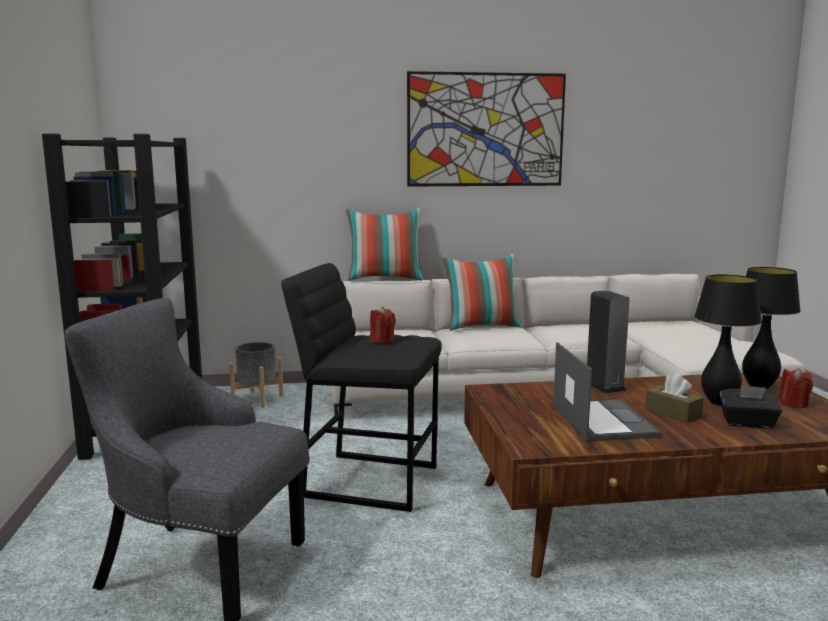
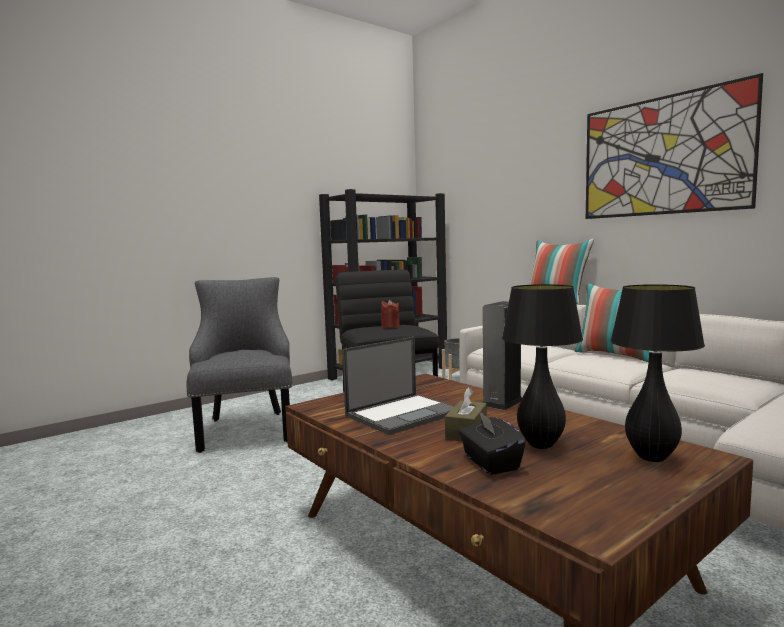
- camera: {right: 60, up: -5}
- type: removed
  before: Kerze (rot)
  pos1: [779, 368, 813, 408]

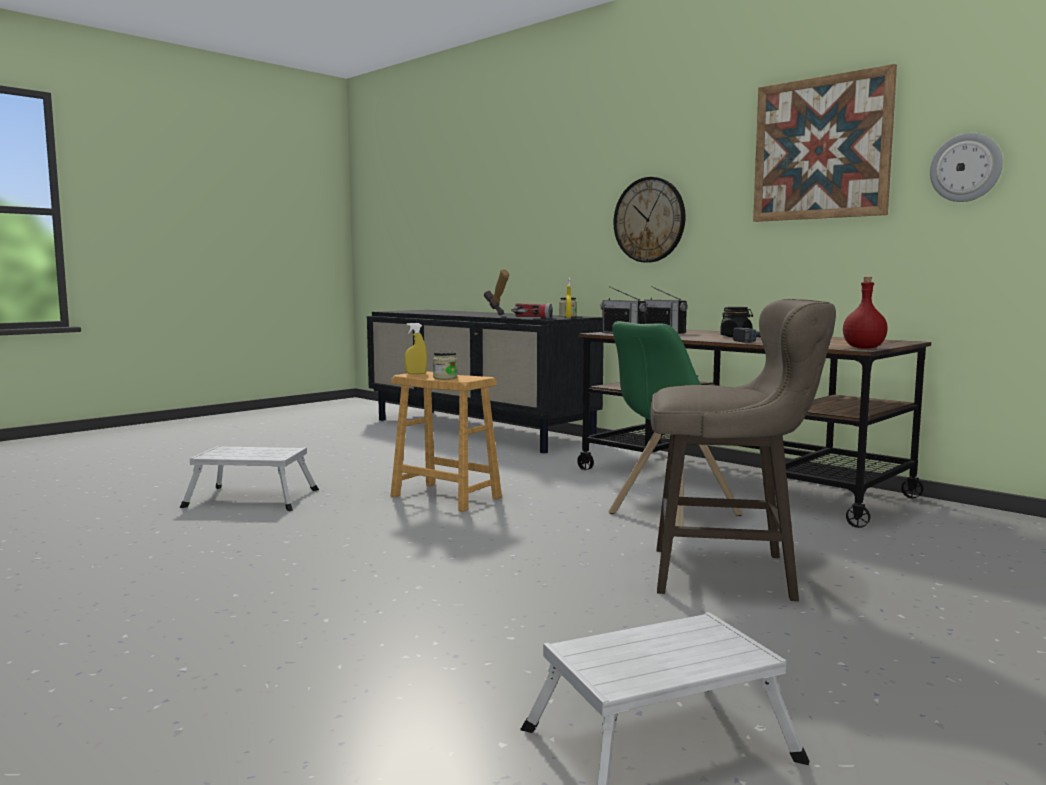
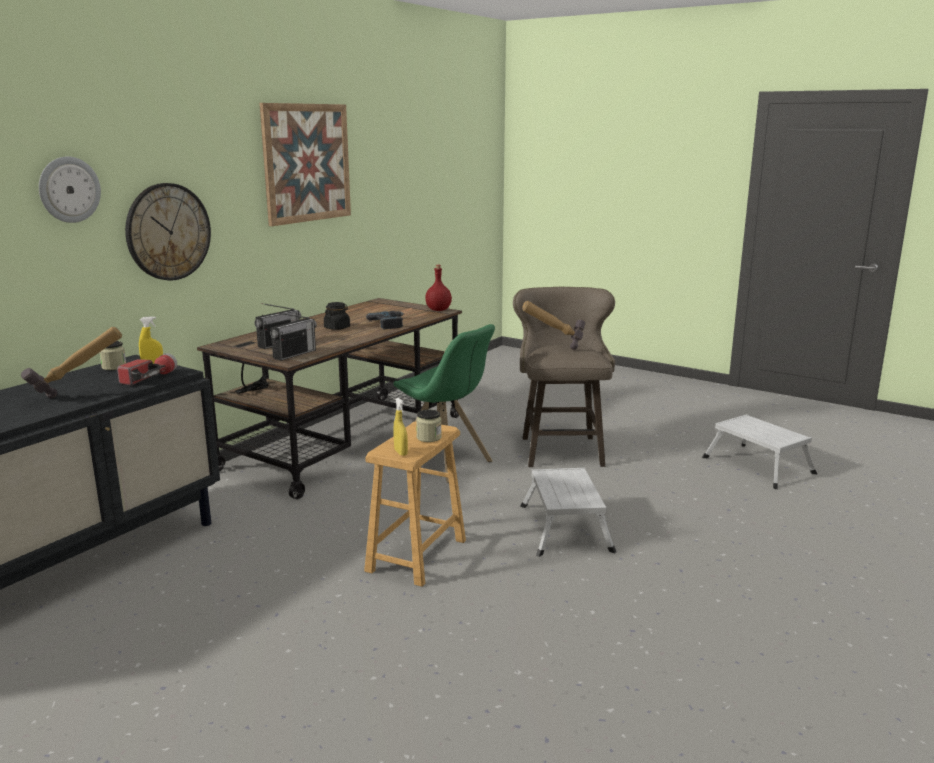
- camera: {right: -100, up: 10}
- type: moved
  before: Trittleiter (weiß)
  pos1: [180, 446, 319, 511]
  pos2: [520, 468, 616, 557]
- type: moved
  before: Wanduhr
  pos1: [930, 133, 1003, 202]
  pos2: [39, 156, 101, 223]
- type: added
  after: Hammer
  pos2: [522, 301, 586, 350]

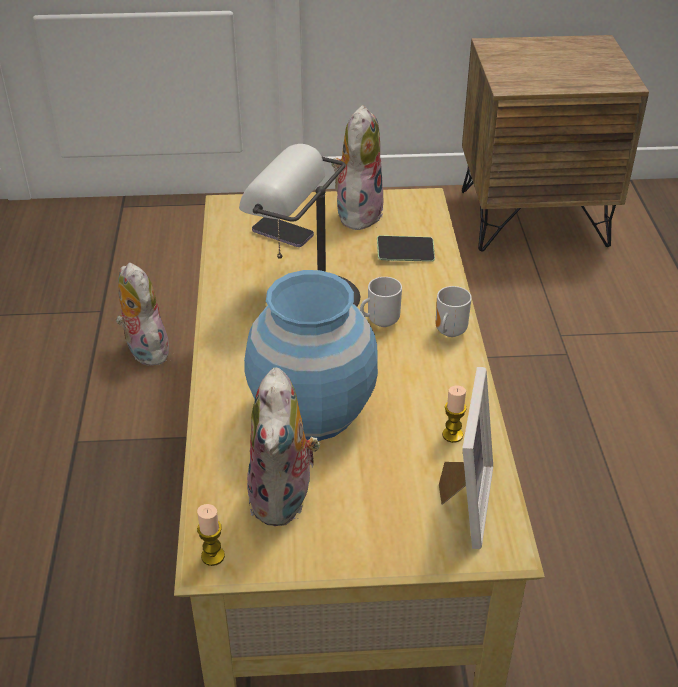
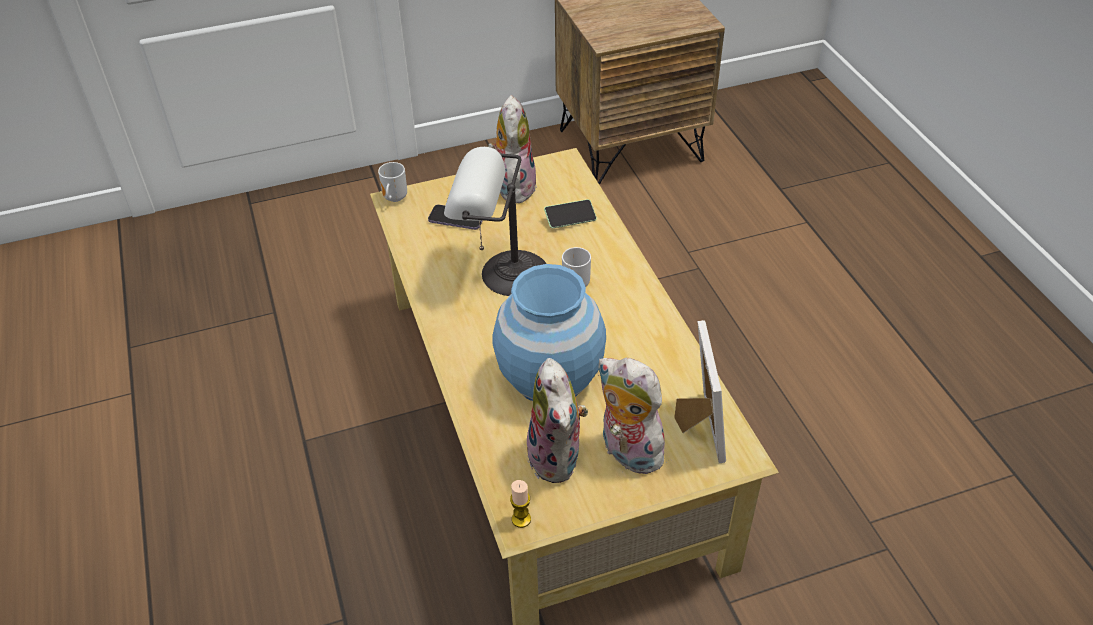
- camera: {right: -15, up: 5}
- type: moved
  before: Plüschtier
  pos1: [116, 262, 170, 366]
  pos2: [599, 358, 668, 474]
- type: moved
  before: Henkelbecher
  pos1: [436, 286, 472, 337]
  pos2: [378, 162, 407, 202]
- type: removed
  before: Kerze
  pos1: [442, 386, 467, 443]

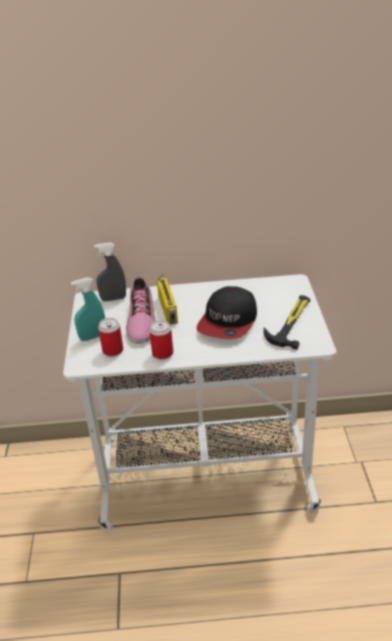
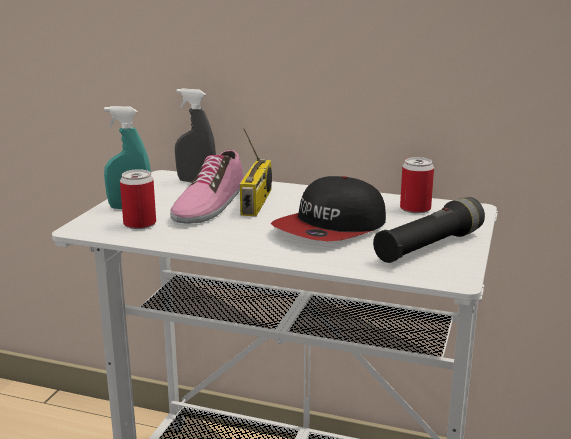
- camera: {right: 20, up: -15}
- type: moved
  before: Dose
  pos1: [149, 320, 173, 359]
  pos2: [400, 157, 434, 214]
- type: replaced
  before: Hammer
  after: Taschenlampe (schwarz)
  pos1: [263, 295, 310, 350]
  pos2: [373, 197, 485, 263]

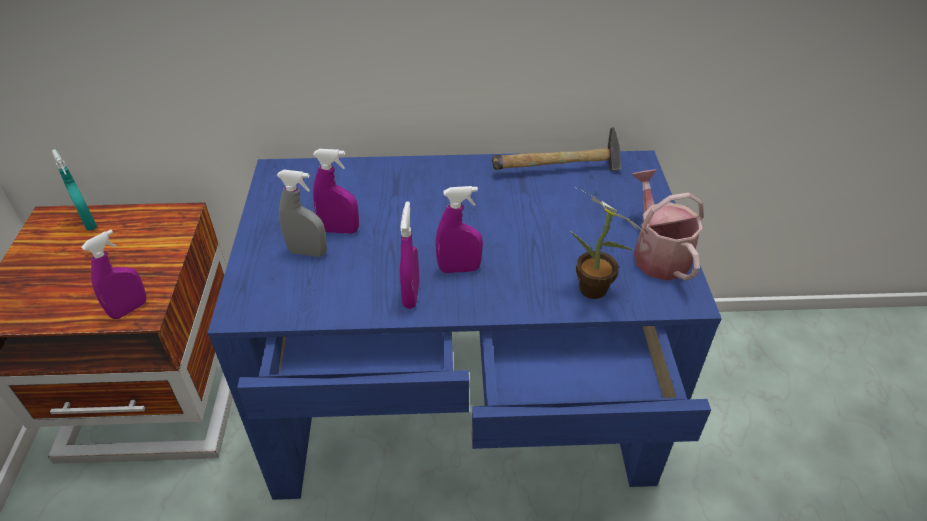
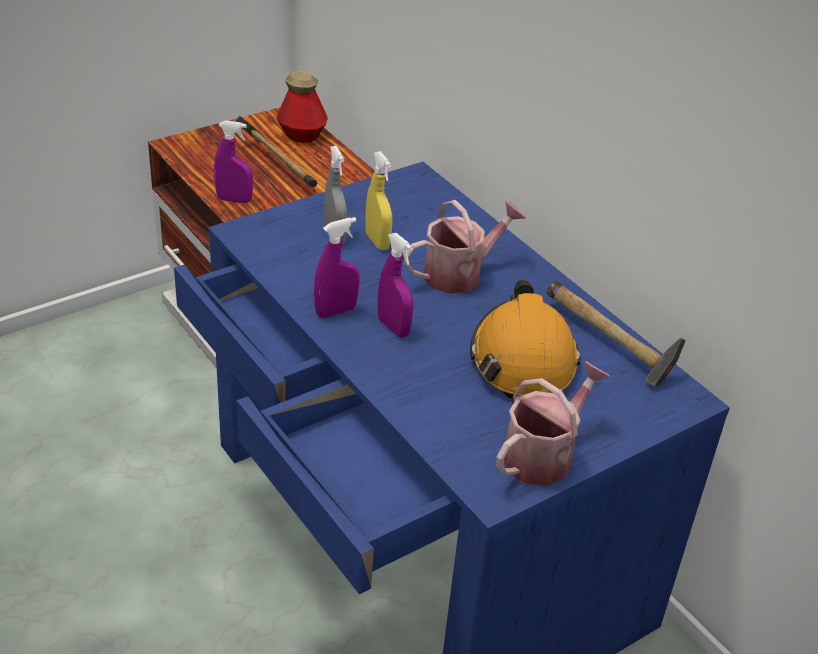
- camera: {right: 55, up: -5}
- type: replaced
  before: Sprühflasche (türkis)
  after: Flasche
  pos1: [52, 149, 97, 231]
  pos2: [276, 71, 328, 143]
- type: recoloured
  before: Sprühflasche (lila)
  after: Sprühflasche (gelb)
  pos1: [313, 149, 359, 234]
  pos2: [365, 151, 392, 250]
- type: removed
  before: Topfpflanze
  pos1: [570, 189, 643, 299]
- type: added
  after: Hammer
  pos2: [235, 115, 317, 188]
- type: added
  after: Gießkanne
  pos2: [404, 200, 526, 294]
- type: added
  after: Schutzhelm (orange)
  pos2: [470, 280, 581, 399]

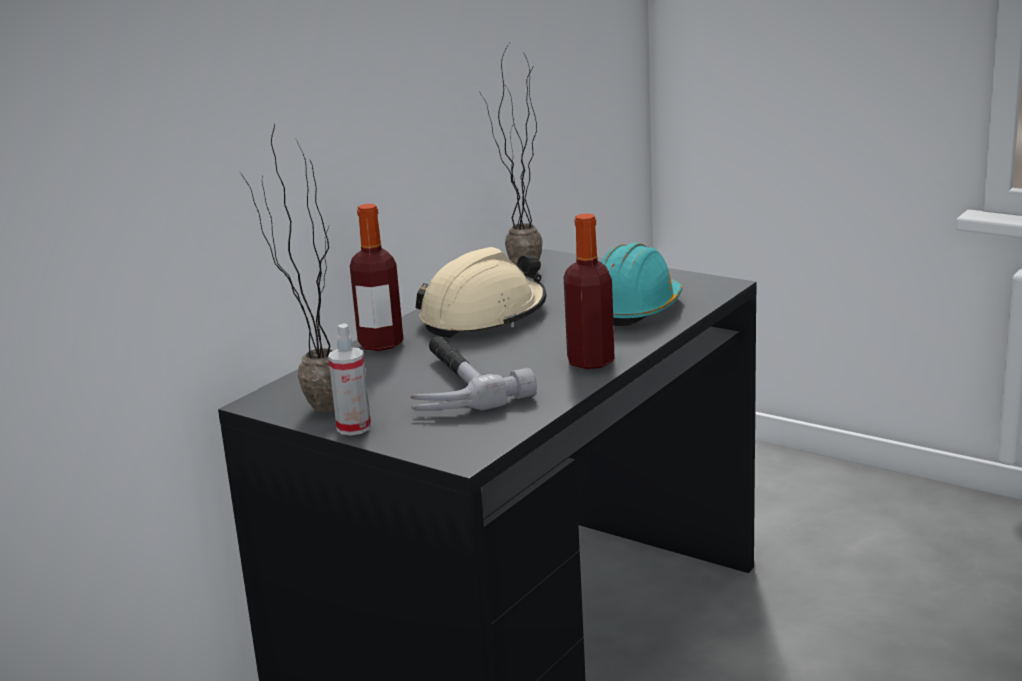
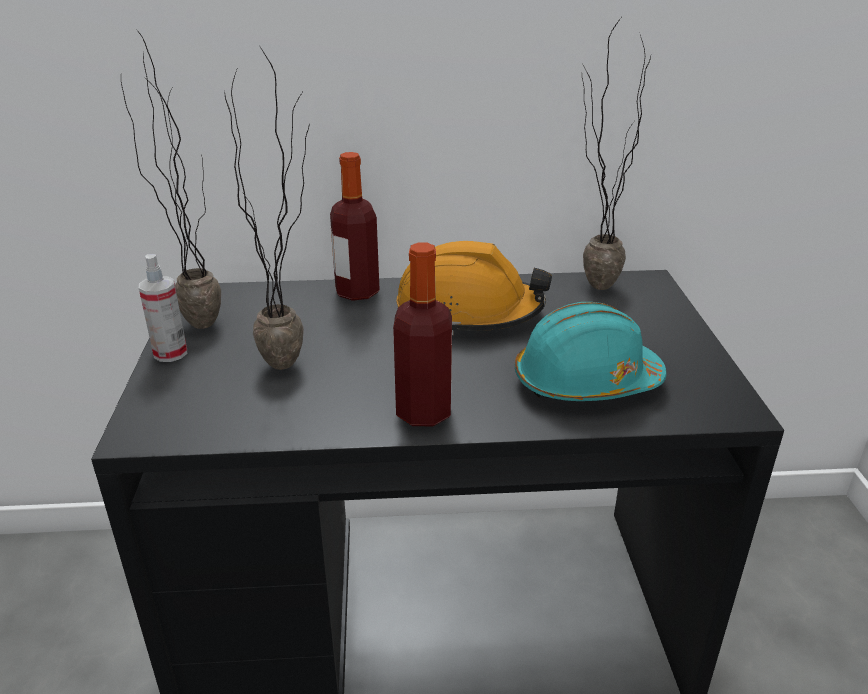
- camera: {right: 50, up: 10}
- type: replaced
  before: Hammer
  after: Topfpflanze
  pos1: [410, 336, 537, 410]
  pos2: [224, 47, 309, 370]
- type: recoloured
  before: Schutzhelm (beige)
  after: Schutzhelm (orange)
  pos1: [415, 247, 546, 338]
  pos2: [396, 241, 552, 335]

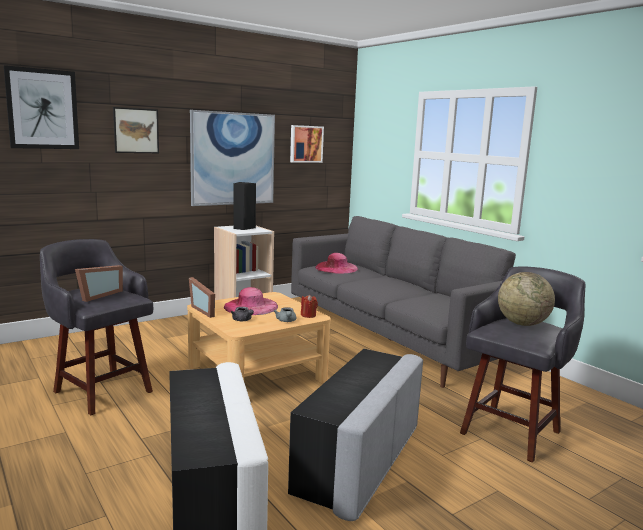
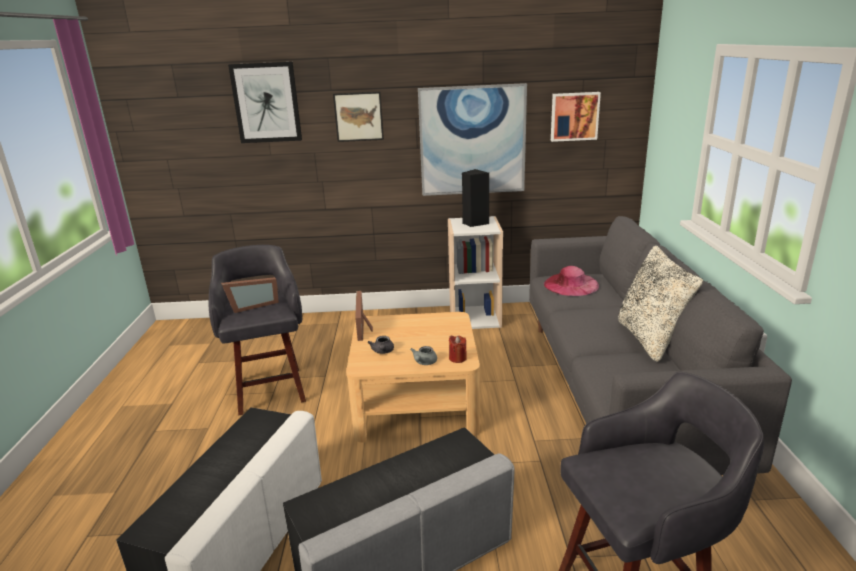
- camera: {right: 35, up: 10}
- type: removed
  before: Hut (rosa)
  pos1: [224, 287, 278, 315]
- type: removed
  before: Globus
  pos1: [498, 272, 555, 326]
- type: added
  after: Kissen (beige)
  pos2: [618, 246, 703, 362]

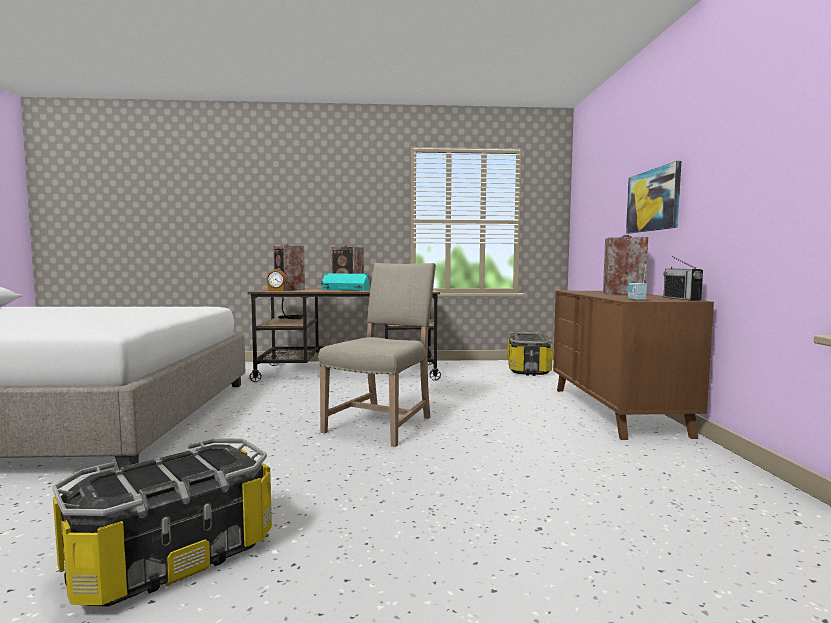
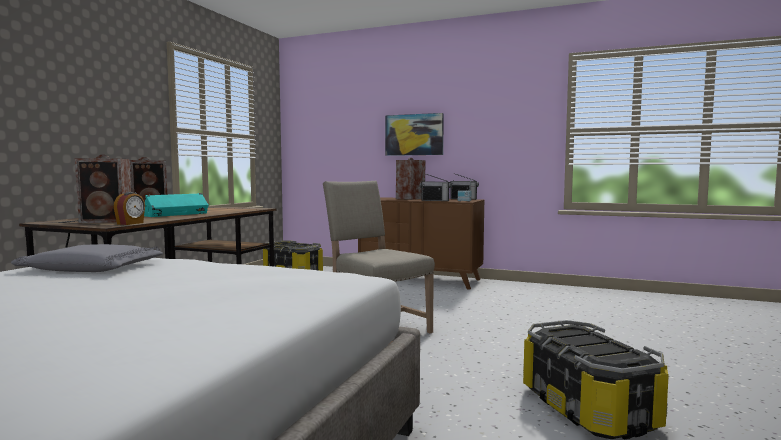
- camera: {right: -65, up: 0}
- type: added
  after: Kissen (grau)
  pos2: [11, 244, 163, 272]
- type: added
  after: Radio
  pos2: [420, 174, 451, 201]

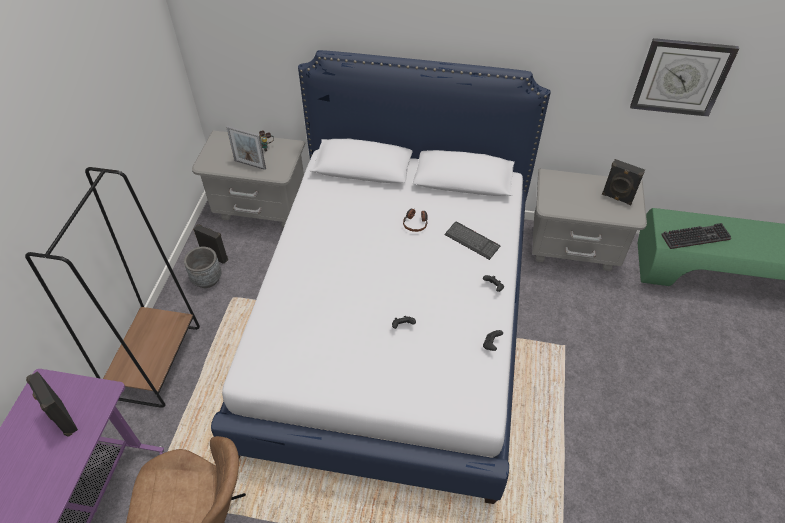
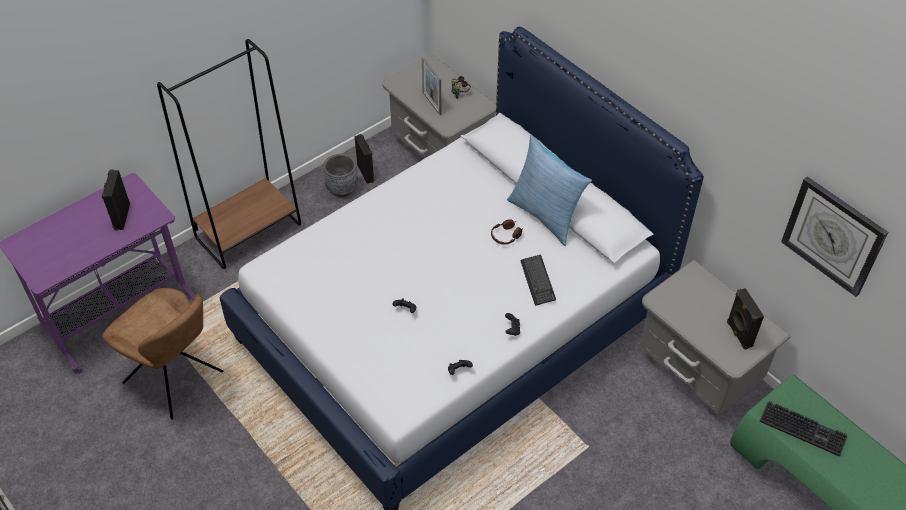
- camera: {right: 40, up: 0}
- type: added
  after: Kissen
  pos2: [507, 135, 592, 246]

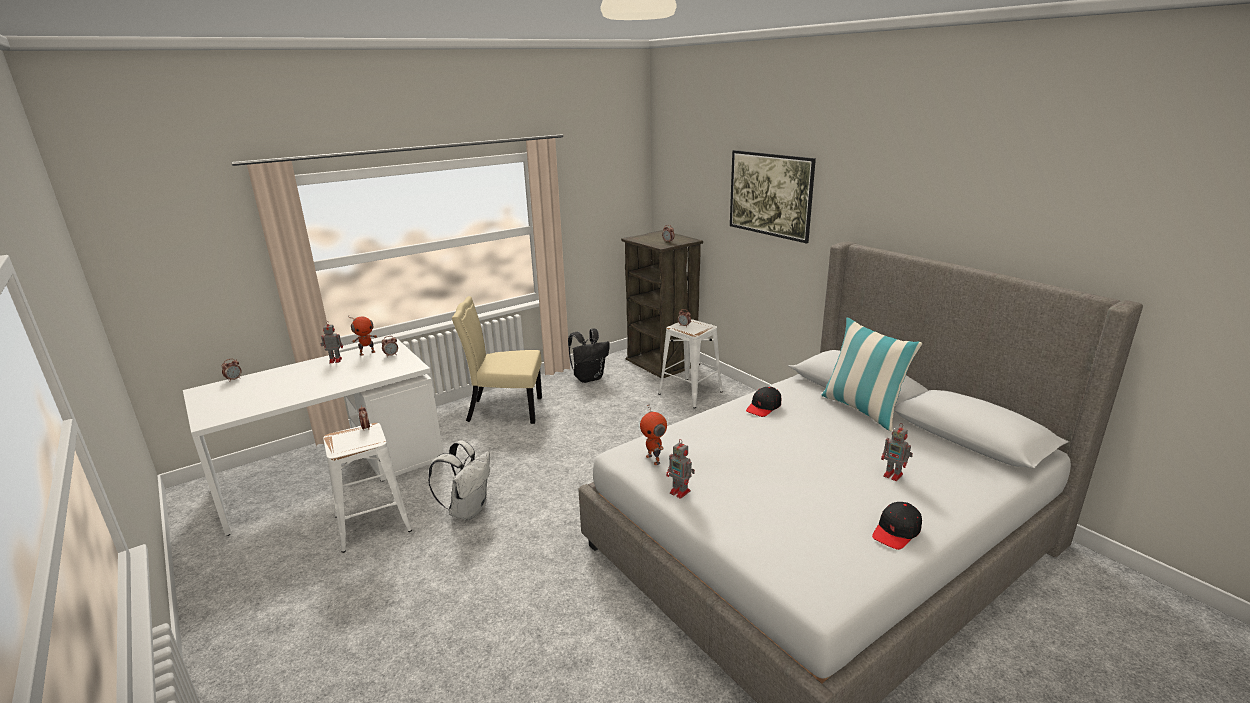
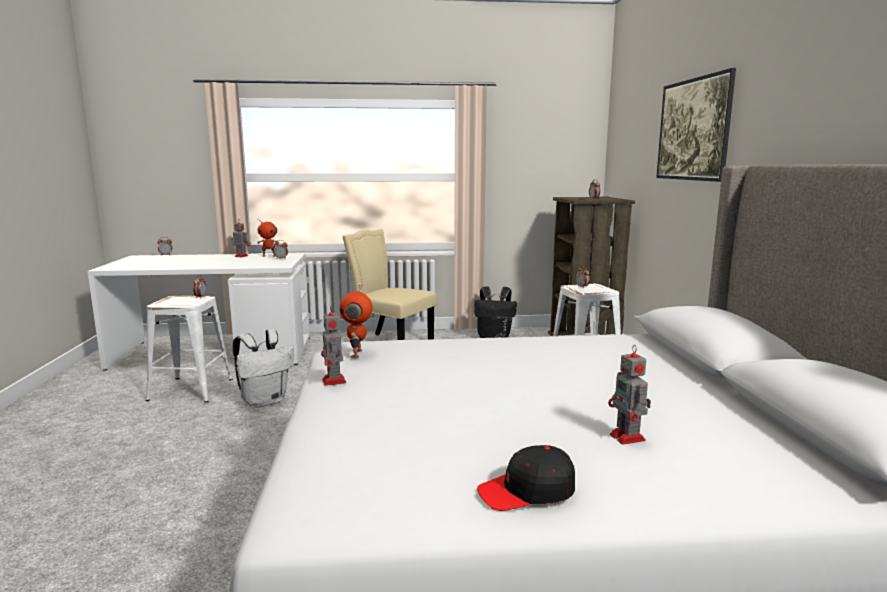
- camera: {right: 30, up: -10}
- type: removed
  before: Kappe (schwarz)
  pos1: [746, 387, 781, 417]
- type: removed
  before: Kissen
  pos1: [821, 318, 922, 431]

